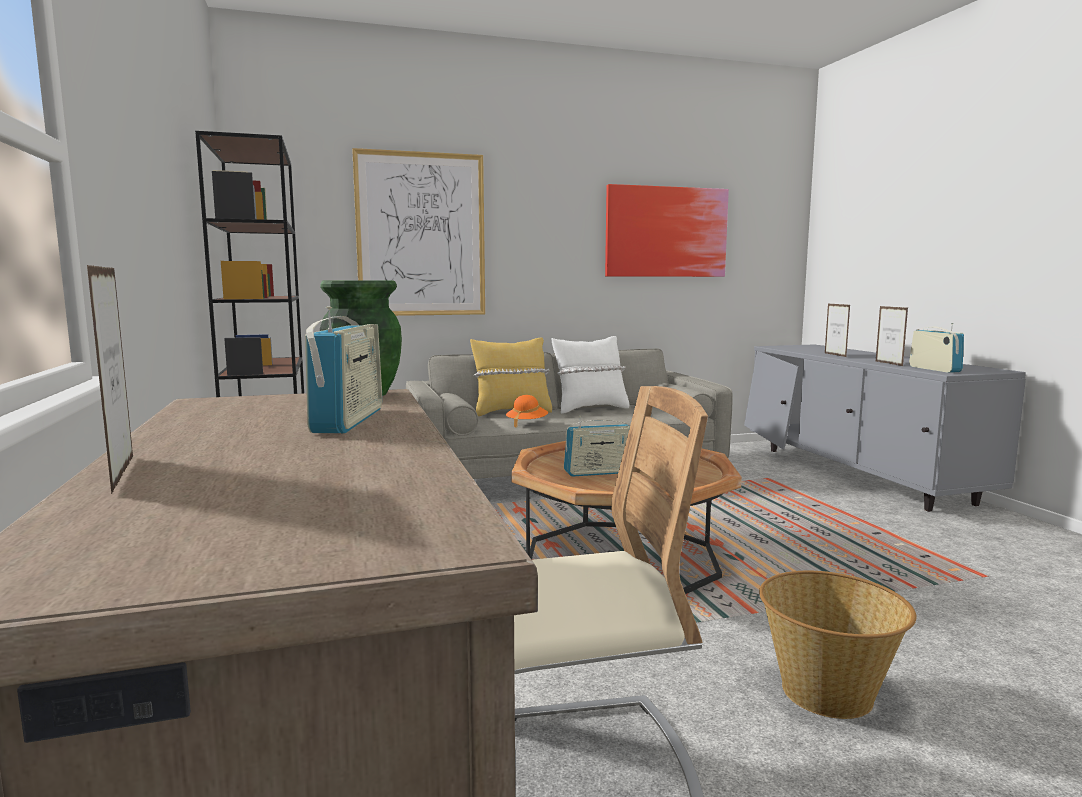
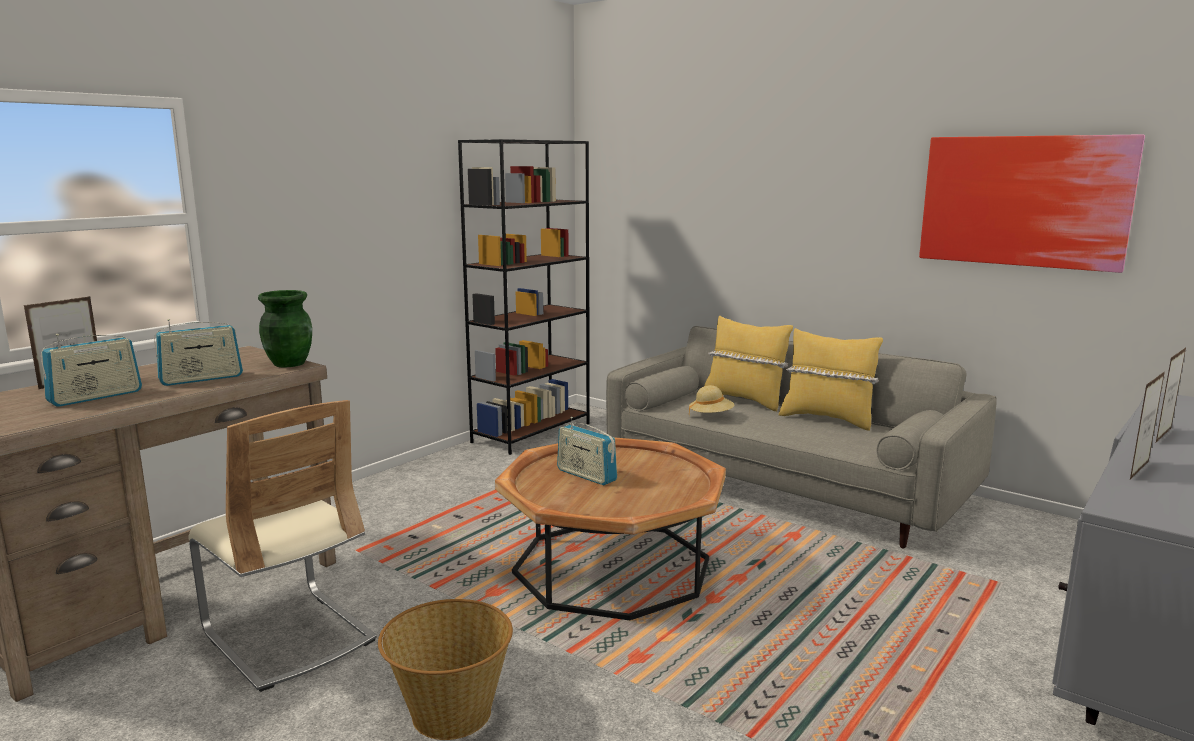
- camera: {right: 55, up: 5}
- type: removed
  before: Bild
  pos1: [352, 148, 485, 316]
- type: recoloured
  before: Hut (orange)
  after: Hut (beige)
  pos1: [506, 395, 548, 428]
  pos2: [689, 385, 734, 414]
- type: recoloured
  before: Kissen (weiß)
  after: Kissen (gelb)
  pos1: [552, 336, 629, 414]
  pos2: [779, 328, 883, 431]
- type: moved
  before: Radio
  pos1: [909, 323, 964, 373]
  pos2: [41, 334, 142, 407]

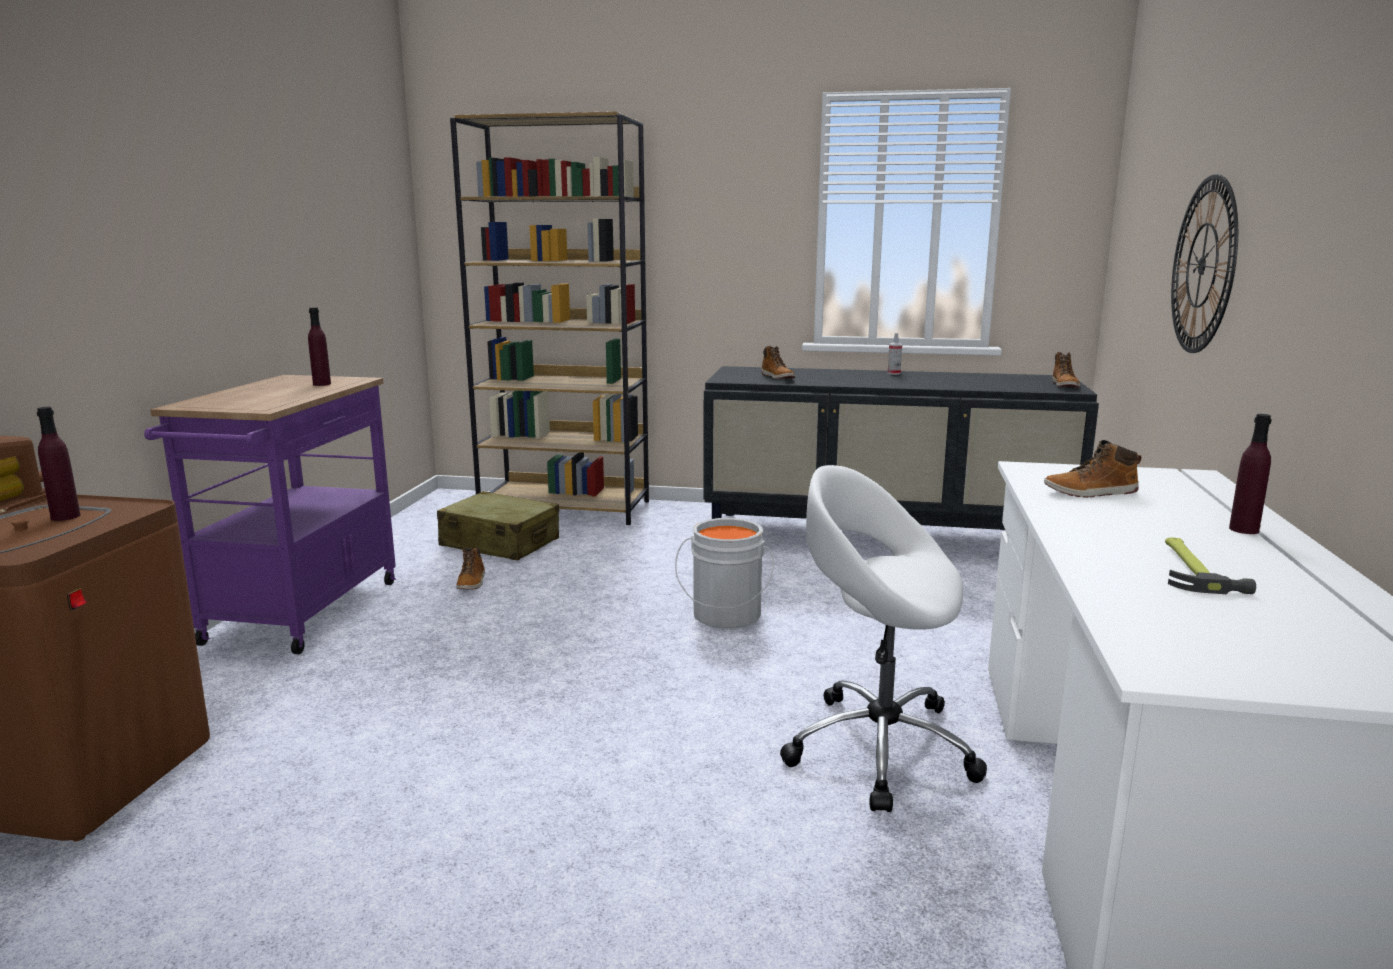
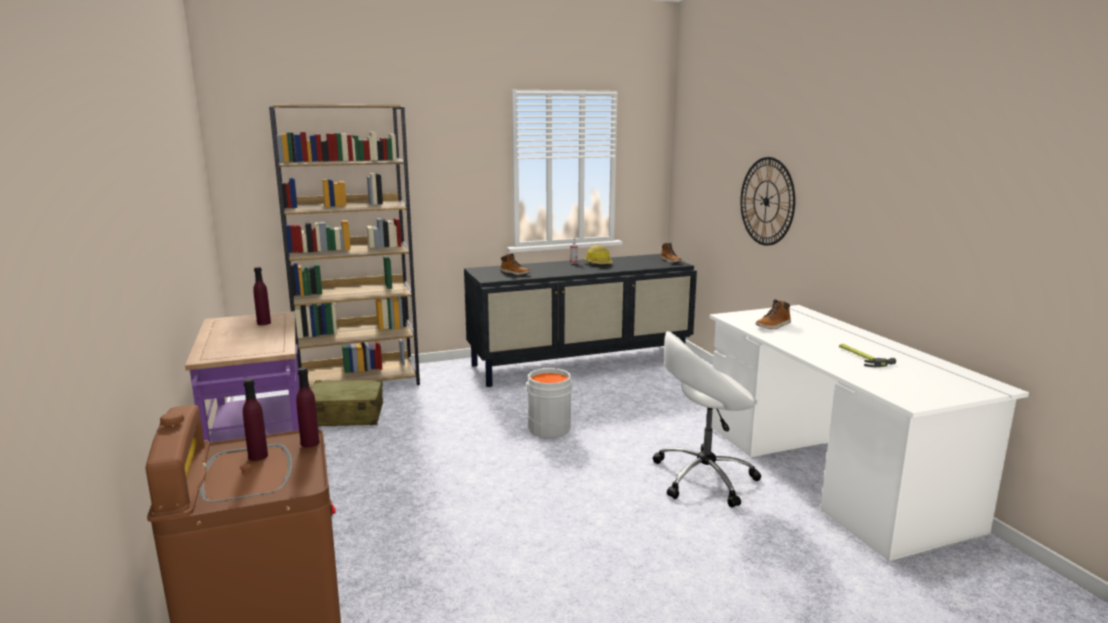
- camera: {right: -30, up: 0}
- type: removed
  before: Stiefel
  pos1: [456, 548, 485, 589]
- type: moved
  before: Flasche (lila)
  pos1: [1229, 414, 1272, 534]
  pos2: [296, 367, 320, 448]
- type: added
  after: Schutzhelm
  pos2: [585, 245, 613, 264]

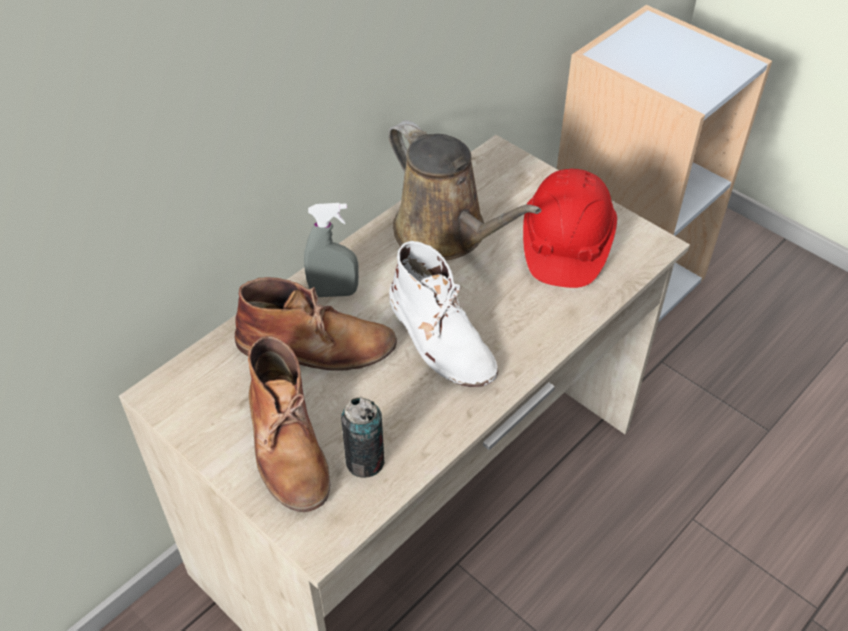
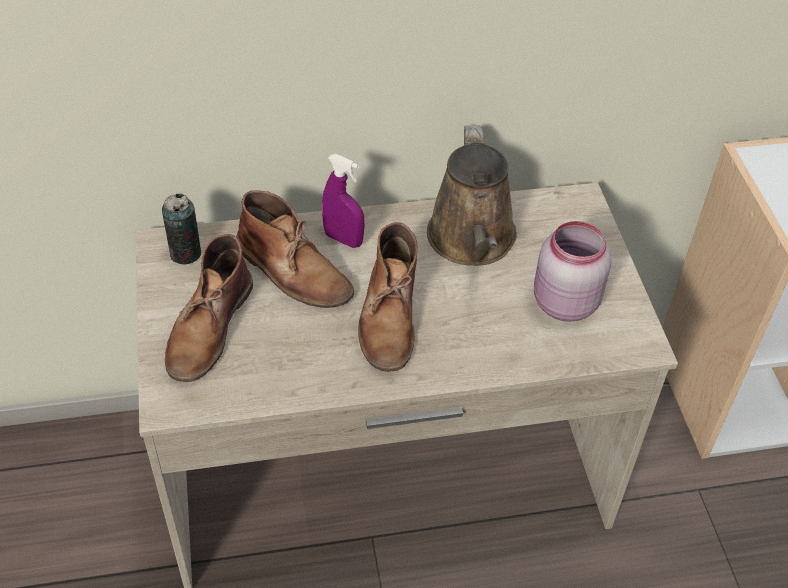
- camera: {right: 35, up: 0}
- type: recoloured
  before: Sprühflasche (grau)
  after: Sprühflasche (lila)
  pos1: [304, 203, 359, 297]
  pos2: [322, 154, 365, 248]
- type: moved
  before: Dose
  pos1: [341, 397, 385, 478]
  pos2: [162, 194, 201, 264]
- type: recoloured
  before: Stiefel (weiß)
  after: Stiefel (braun)
  pos1: [389, 241, 498, 387]
  pos2: [358, 222, 418, 372]
- type: replaced
  before: Schutzhelm (rot)
  after: Vorratsglas (rosa)
  pos1: [523, 168, 617, 288]
  pos2: [534, 221, 612, 322]

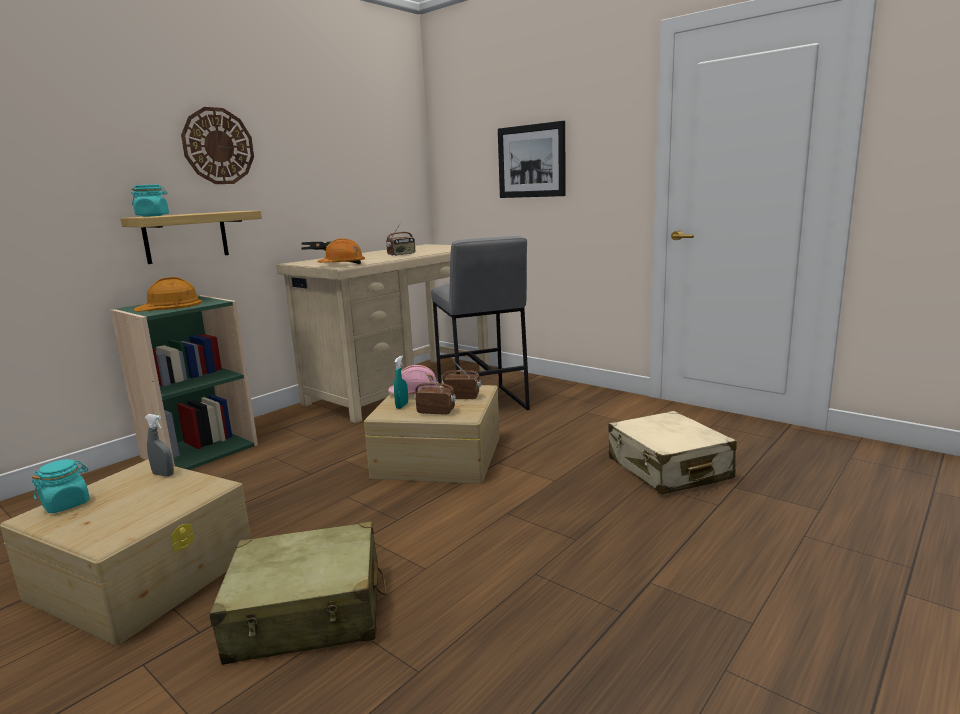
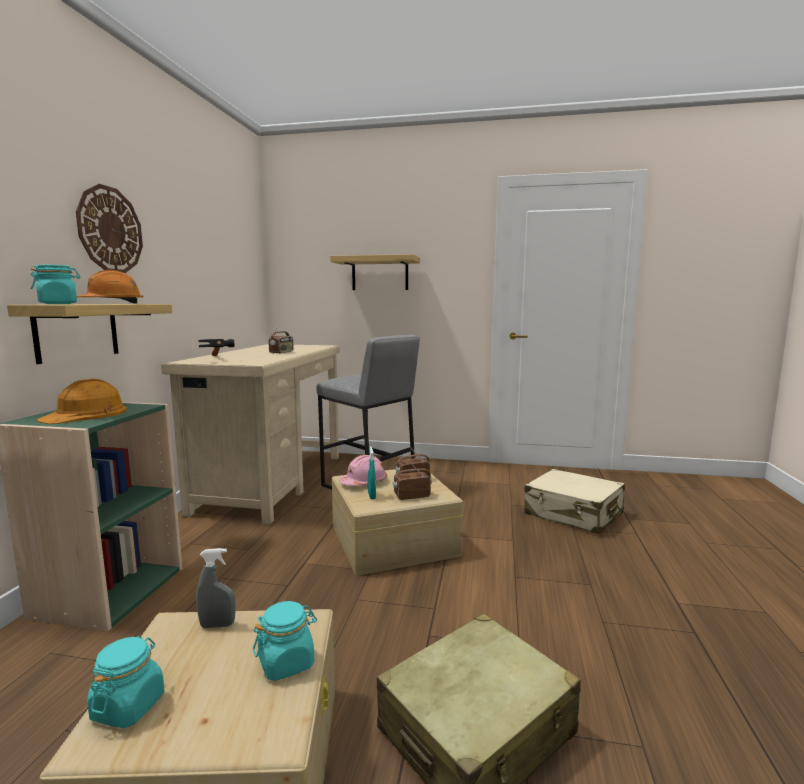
- camera: {right: -30, up: -5}
- type: moved
  before: Schutzhelm (orange)
  pos1: [318, 238, 365, 265]
  pos2: [77, 270, 143, 304]
- type: replaced
  before: Bild
  after: Wandregal
  pos1: [498, 121, 566, 198]
  pos2: [330, 254, 420, 290]
- type: added
  after: Vorratsglas (türkis)
  pos2: [253, 601, 317, 681]

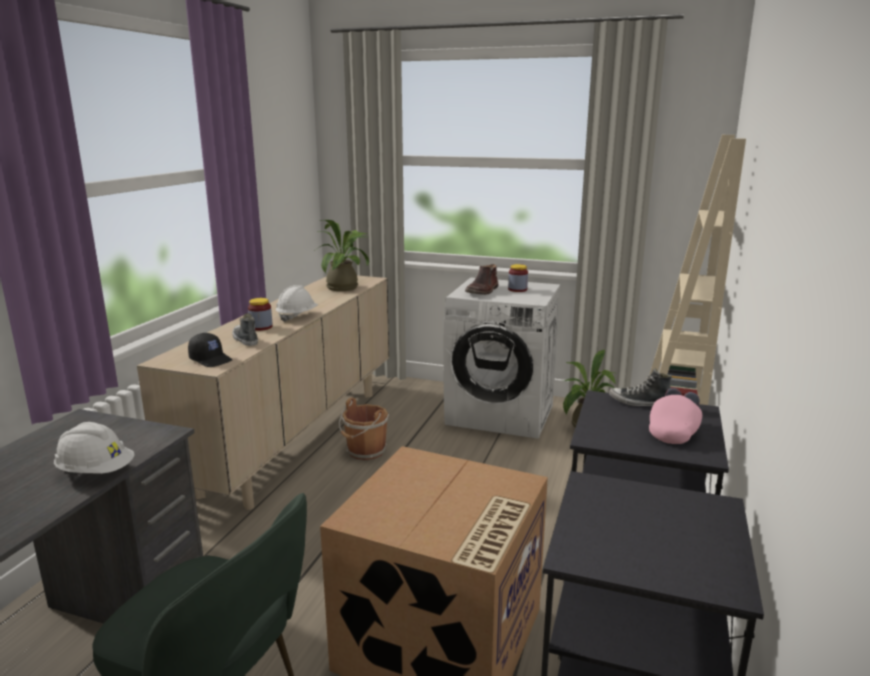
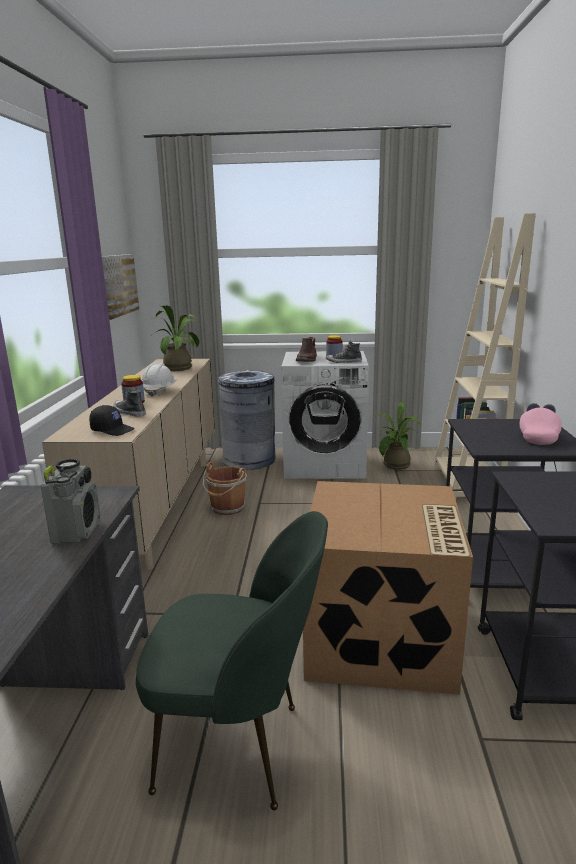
- camera: {right: -15, up: 0}
- type: replaced
  before: Schutzhelm (weiß)
  after: Radio
  pos1: [54, 422, 135, 474]
  pos2: [41, 459, 100, 544]
- type: moved
  before: Schuh
  pos1: [609, 368, 672, 406]
  pos2: [326, 340, 362, 363]
- type: added
  after: Bild
  pos2: [102, 254, 139, 320]
- type: added
  after: Mülleimer (grau)
  pos2: [218, 370, 275, 470]

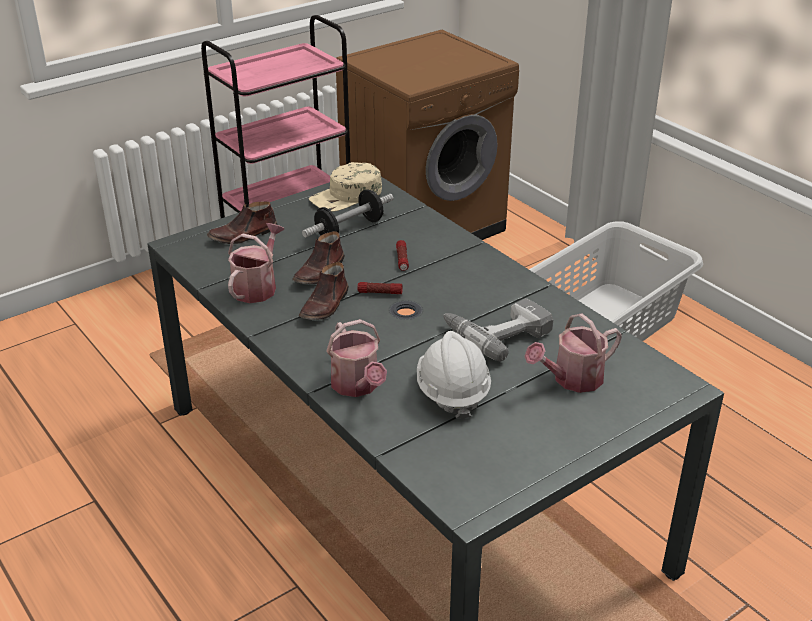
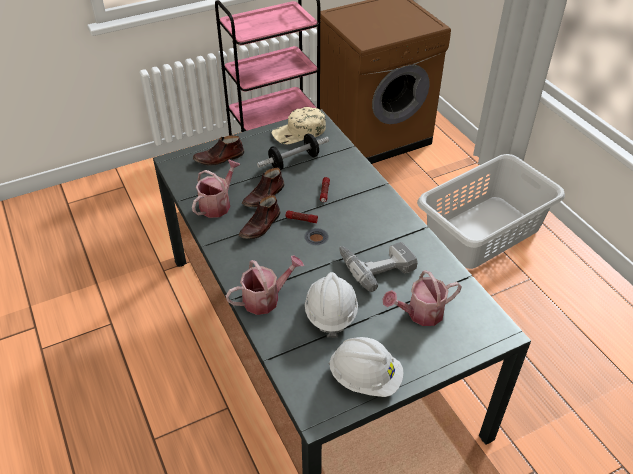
- camera: {right: 10, up: 10}
- type: turned
  before: Gießkanne
  pos1: [327, 319, 387, 397]
  pos2: [226, 256, 304, 315]
  turn: -105
- type: added
  after: Schutzhelm (weiß)
  pos2: [329, 337, 404, 397]

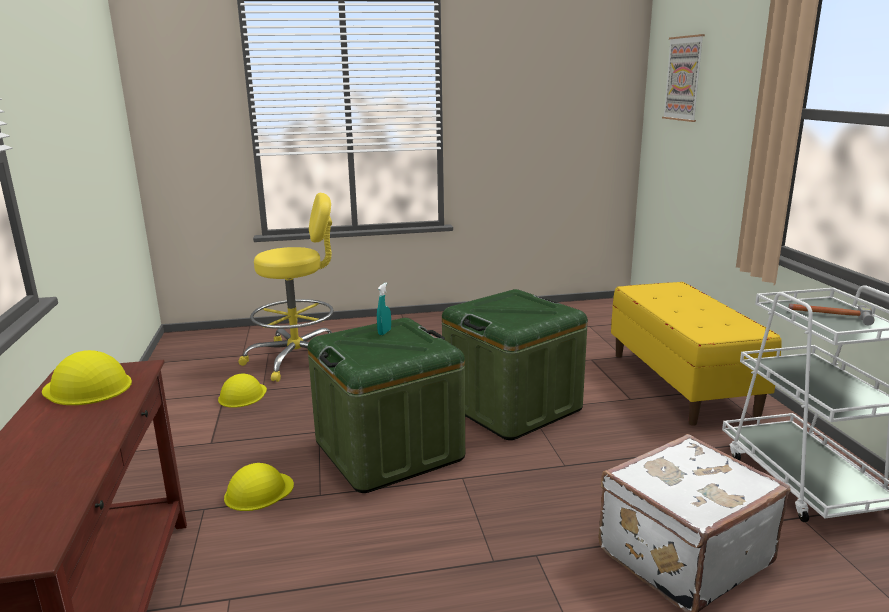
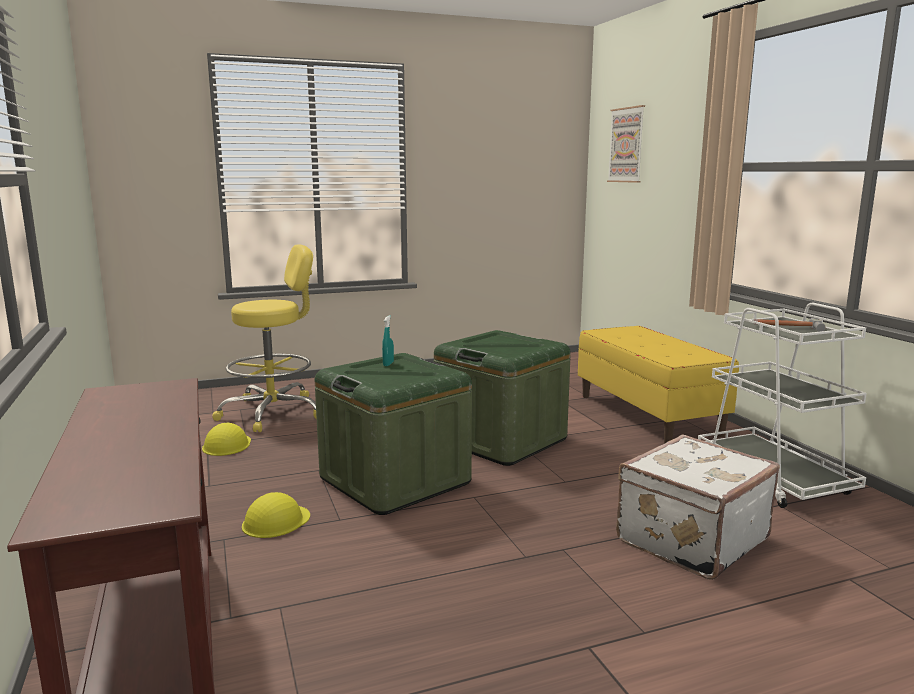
- camera: {right: -10, up: -5}
- type: removed
  before: Schutzhelm (gelb)
  pos1: [42, 350, 132, 405]

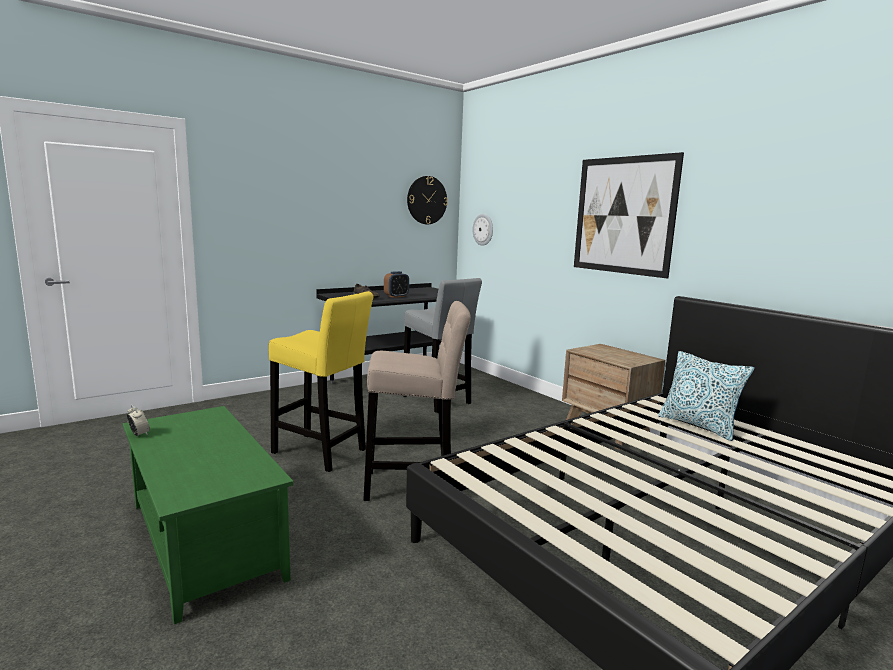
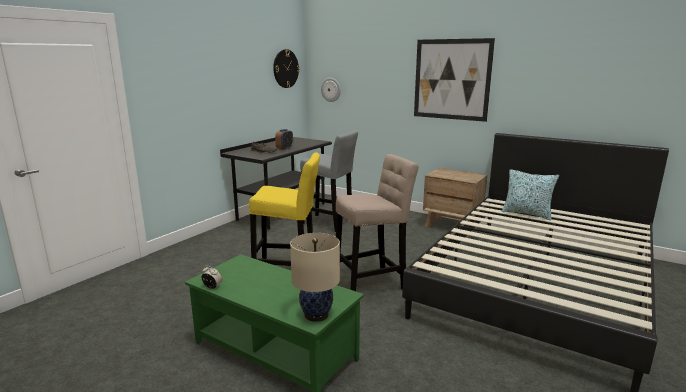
- camera: {right: -20, up: 5}
- type: added
  after: Tischlampe (beige)
  pos2: [290, 233, 340, 322]

